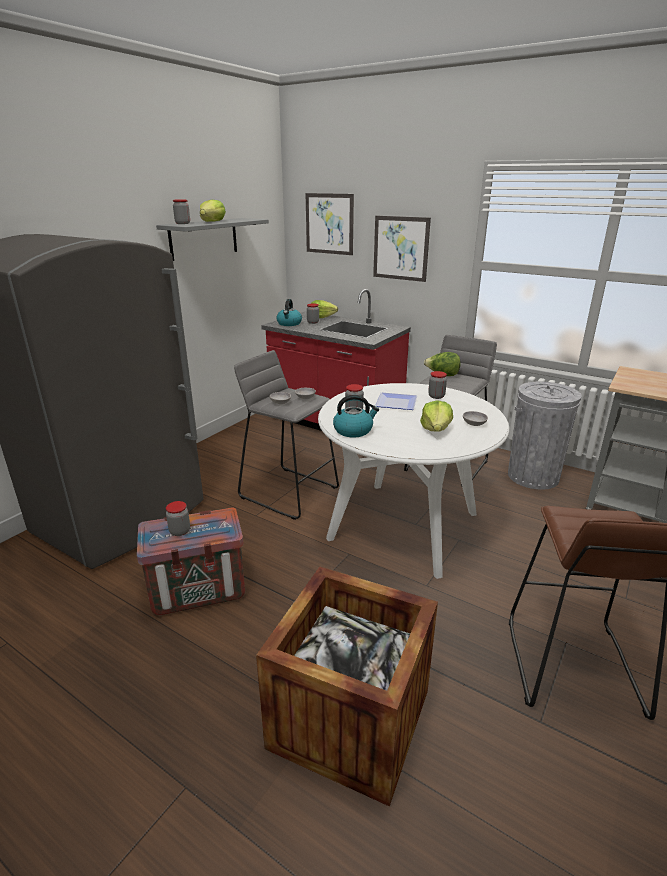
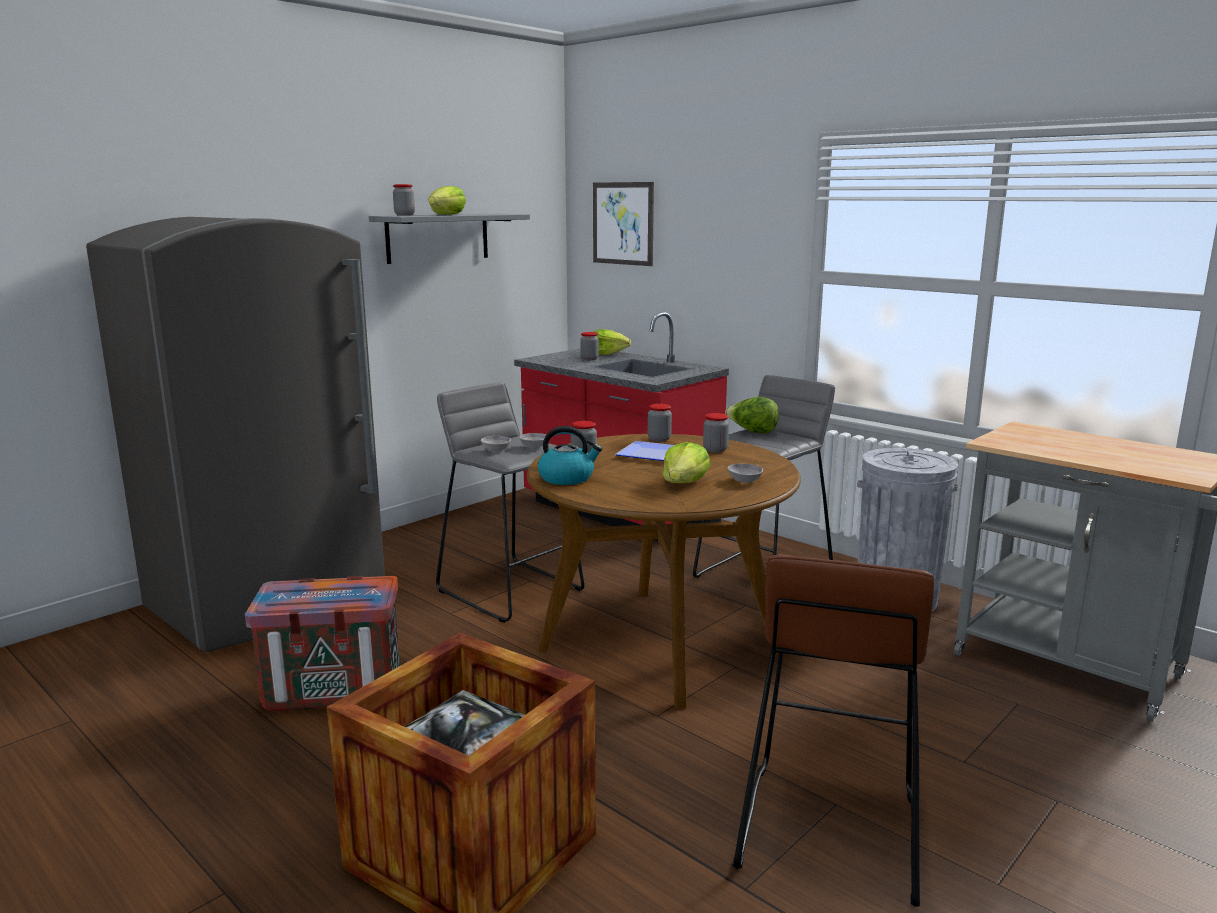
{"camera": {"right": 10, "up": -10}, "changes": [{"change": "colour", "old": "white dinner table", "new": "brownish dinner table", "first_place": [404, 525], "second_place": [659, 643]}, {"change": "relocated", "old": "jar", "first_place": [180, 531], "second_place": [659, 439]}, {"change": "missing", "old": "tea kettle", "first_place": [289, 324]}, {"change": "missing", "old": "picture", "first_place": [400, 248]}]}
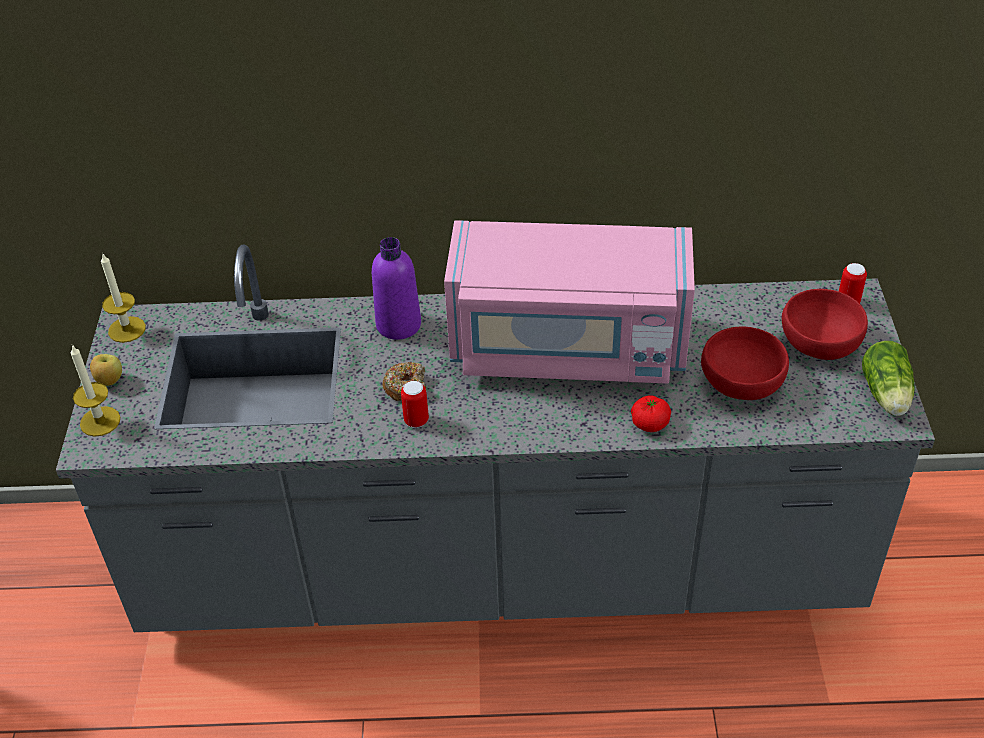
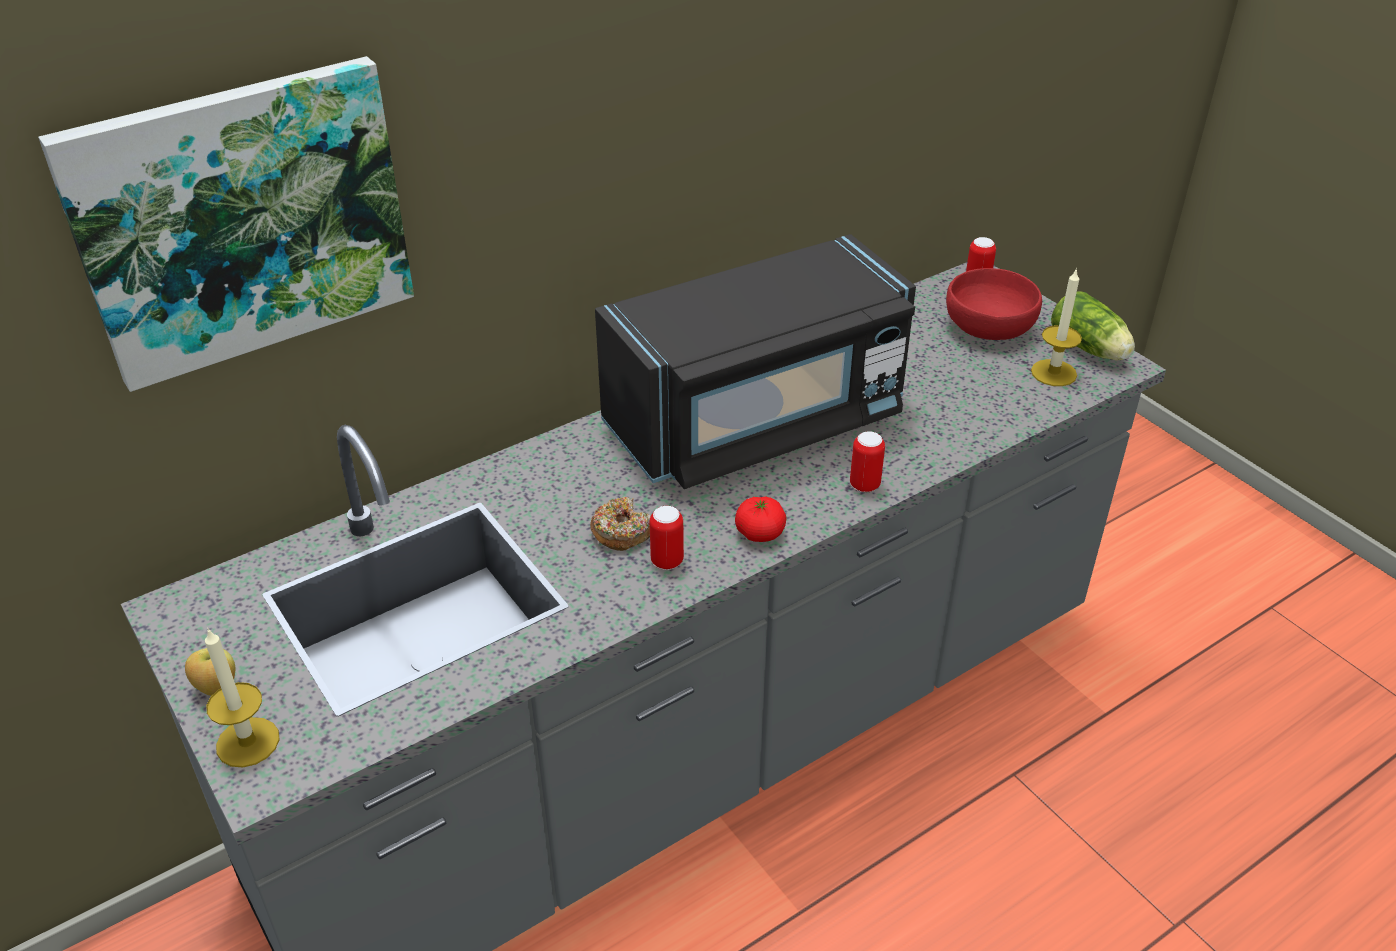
{"camera": {"right": -35, "up": -5}, "changes": [{"change": "appeared", "new": "picture", "second_place": [242, 219]}, {"change": "colour", "old": "pinkish microwave", "new": "blackish microwave", "first_place": [567, 346], "second_place": [757, 422]}, {"change": "relocated", "old": "whole tomato", "first_place": [650, 423], "second_place": [760, 533]}, {"change": "appeared", "new": "can", "second_place": [864, 485]}, {"change": "relocated", "old": "wax candle", "first_place": [127, 329], "second_place": [1053, 373]}, {"change": "missing", "old": "purple bottle", "first_place": [398, 325]}, {"change": "missing", "old": "red bowl", "first_place": [742, 383]}]}
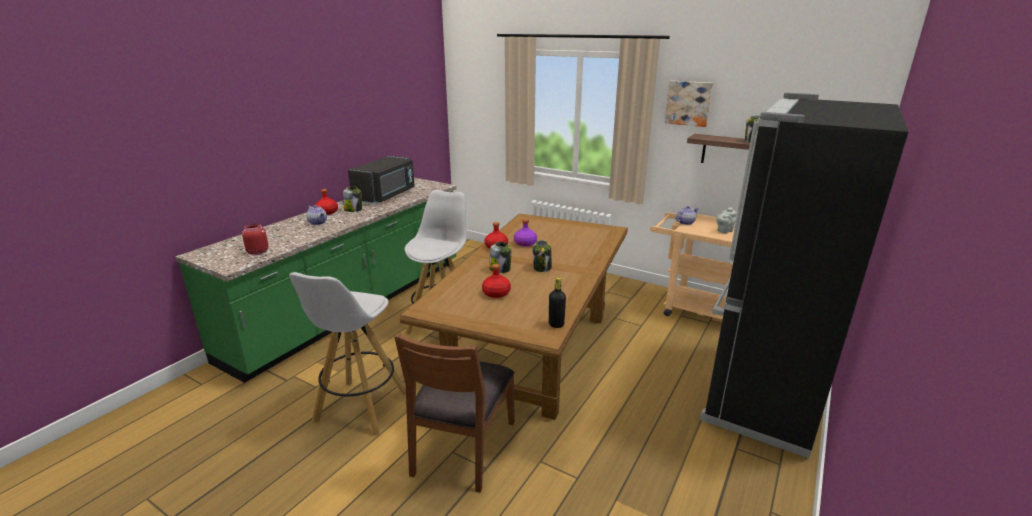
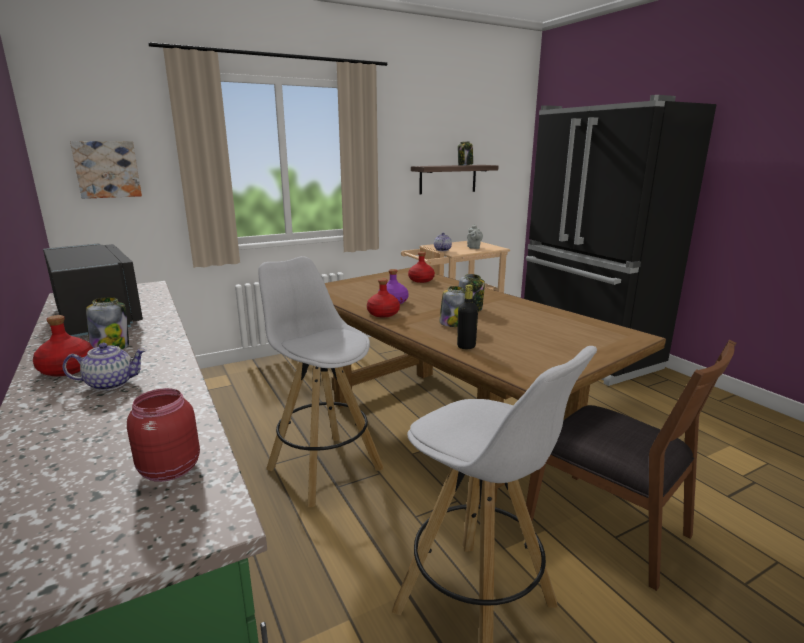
{"camera": {"right": -60, "up": -5}, "changes": [{"change": "relocated", "old": "picture", "first_place": [688, 103], "second_place": [107, 169]}, {"change": "relocated", "old": "red bottle", "first_place": [496, 293], "second_place": [421, 280]}, {"change": "relocated", "old": "blackish bottle", "first_place": [556, 324], "second_place": [466, 346]}]}
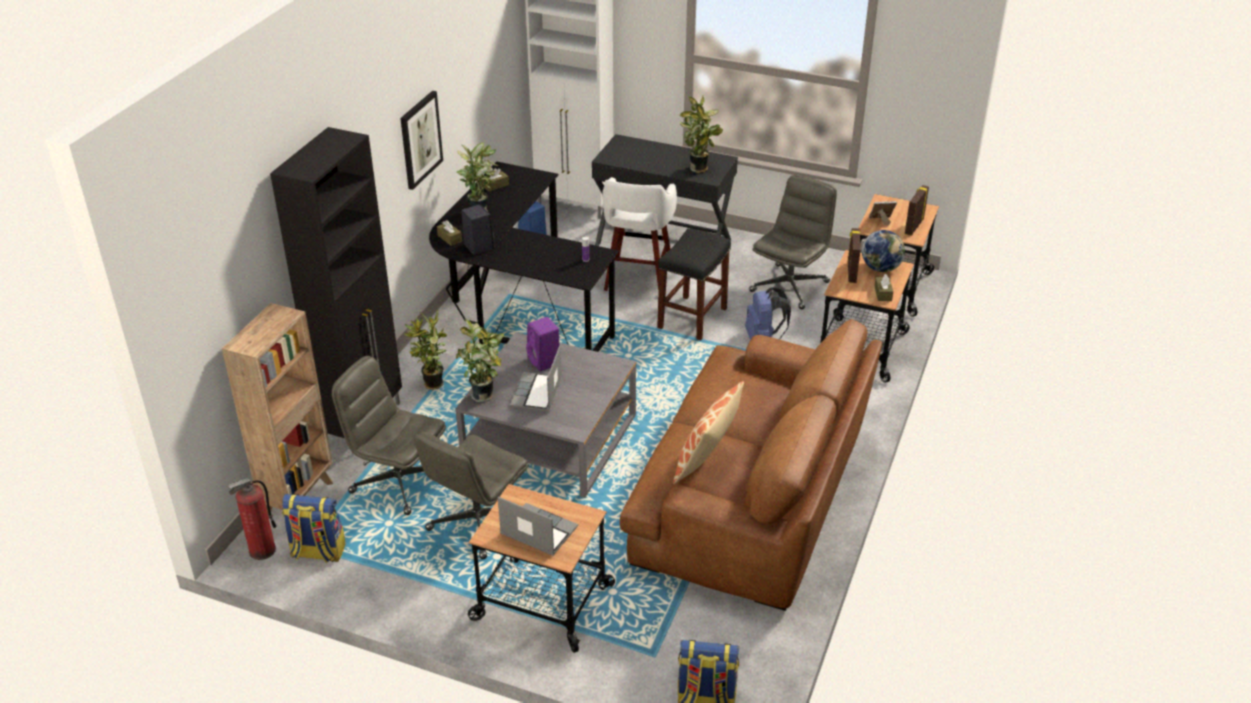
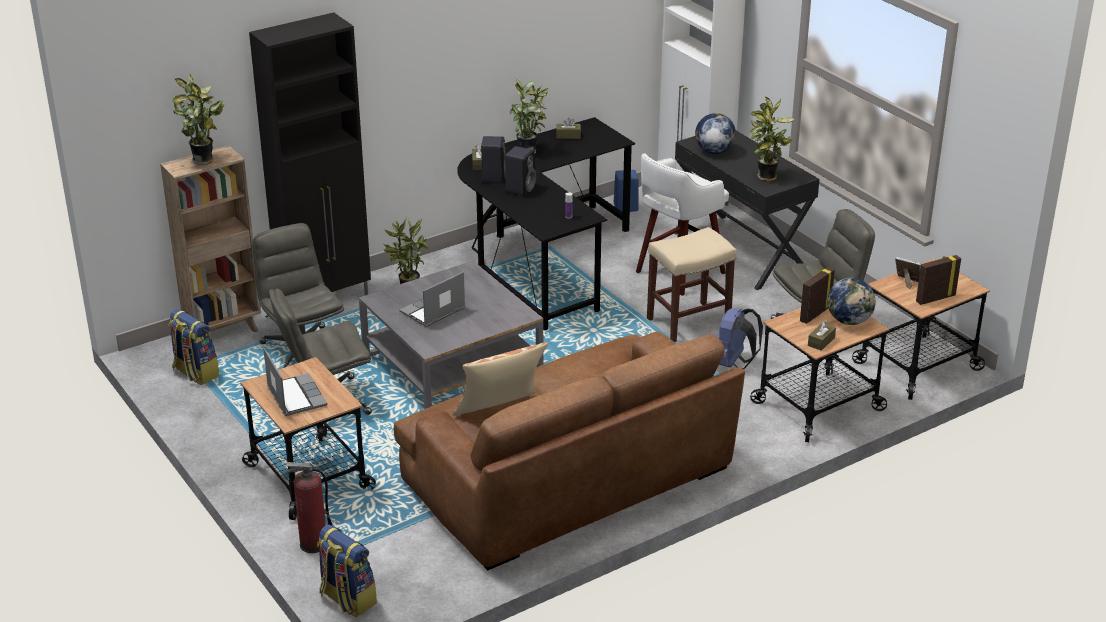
{"camera": {"right": 35, "up": -5}, "changes": [{"change": "relocated", "old": "plant in a pot", "first_place": [485, 395], "second_place": [205, 161]}, {"change": "relocated", "old": "fire extinguisher", "first_place": [262, 550], "second_place": [313, 544]}, {"change": "appeared", "new": "blackish loudspeaker", "second_place": [520, 189]}, {"change": "colour", "old": "blackish sitting stool", "new": "beige sitting stool", "first_place": [692, 319], "second_place": [687, 322]}, {"change": "appeared", "new": "desk globe", "second_place": [714, 151]}, {"change": "missing", "old": "picture", "first_place": [420, 139]}, {"change": "missing", "old": "purple loudspeaker", "first_place": [545, 362]}]}
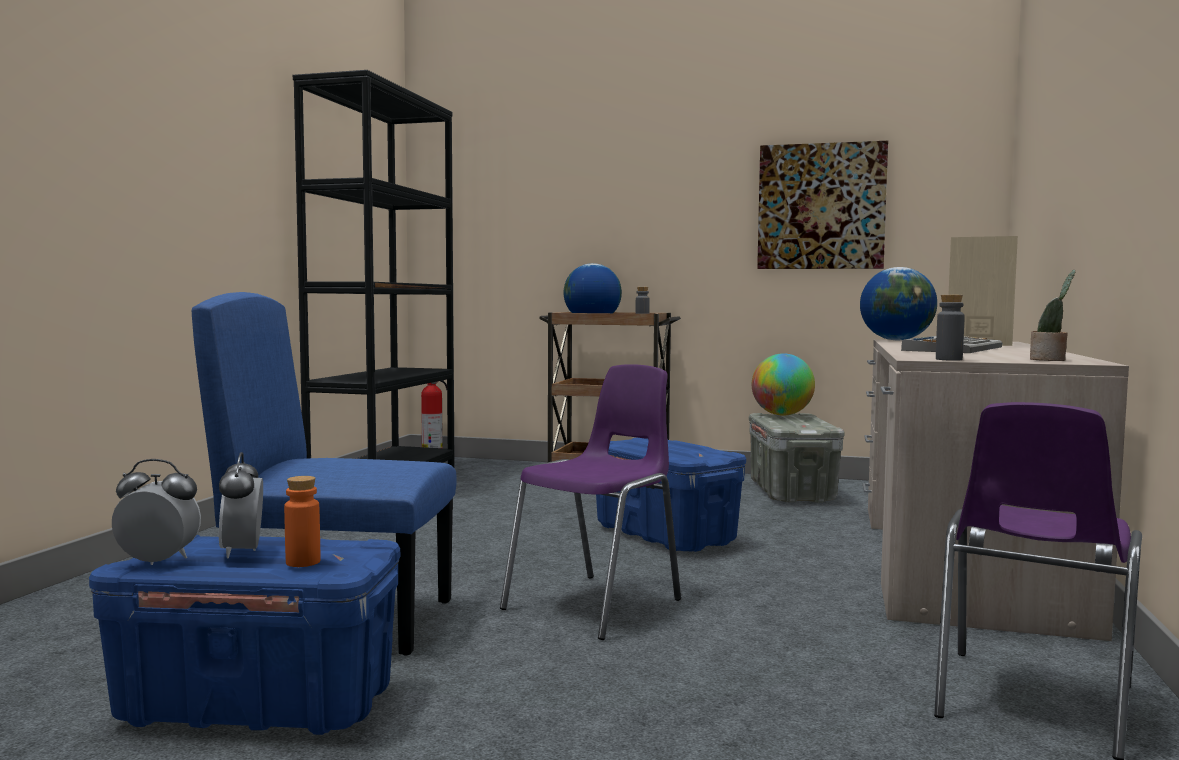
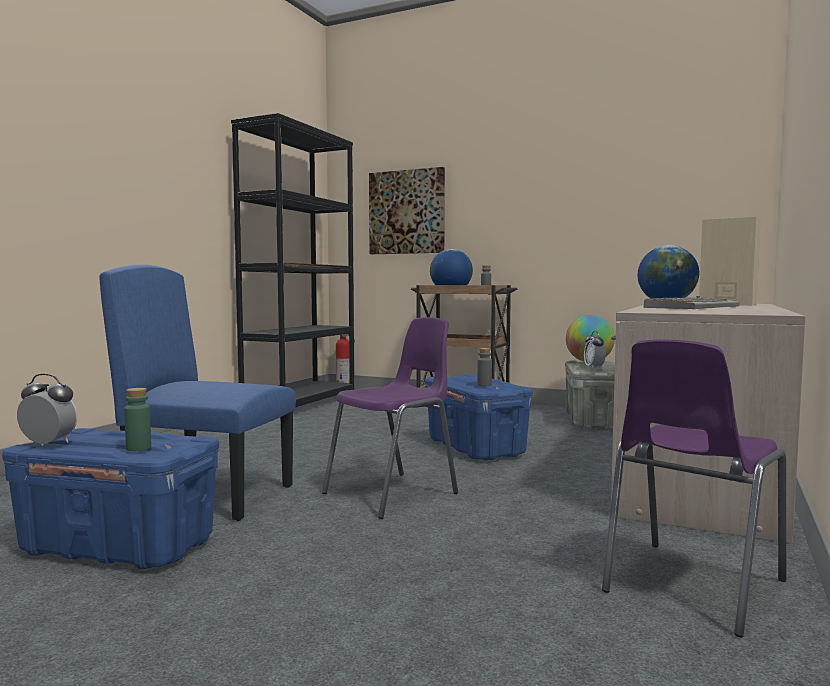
{"camera": {"right": 10, "up": 0}, "changes": [{"change": "colour", "old": "orangey bottle", "new": "greenish bottle", "first_place": [303, 562], "second_place": [138, 448]}, {"change": "relocated", "old": "picture", "first_place": [821, 207], "second_place": [407, 212]}, {"change": "relocated", "old": "gray bottle", "first_place": [949, 359], "second_place": [484, 385]}, {"change": "relocated", "old": "alarm clock", "first_place": [242, 551], "second_place": [594, 367]}, {"change": "missing", "old": "plant in a pot", "first_place": [1050, 360]}]}
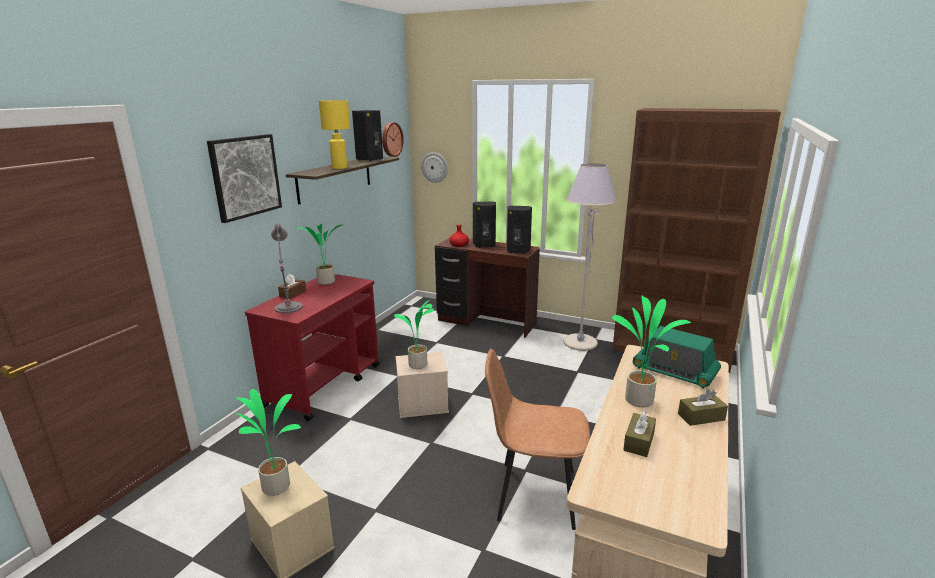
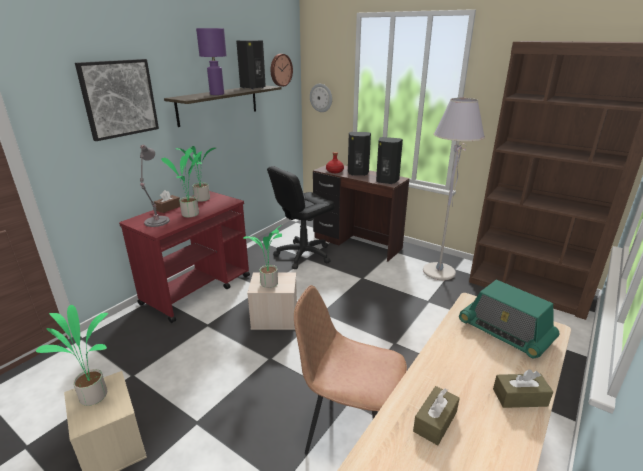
{"camera": {"right": 10, "up": 5}, "changes": [{"change": "relocated", "old": "plant in a pot", "first_place": [640, 400], "second_place": [191, 214]}, {"change": "colour", "old": "yellowish tabletop lamp", "new": "purple tabletop lamp", "first_place": [339, 168], "second_place": [216, 94]}, {"change": "appeared", "new": "blackish desk chair", "second_place": [303, 255]}]}
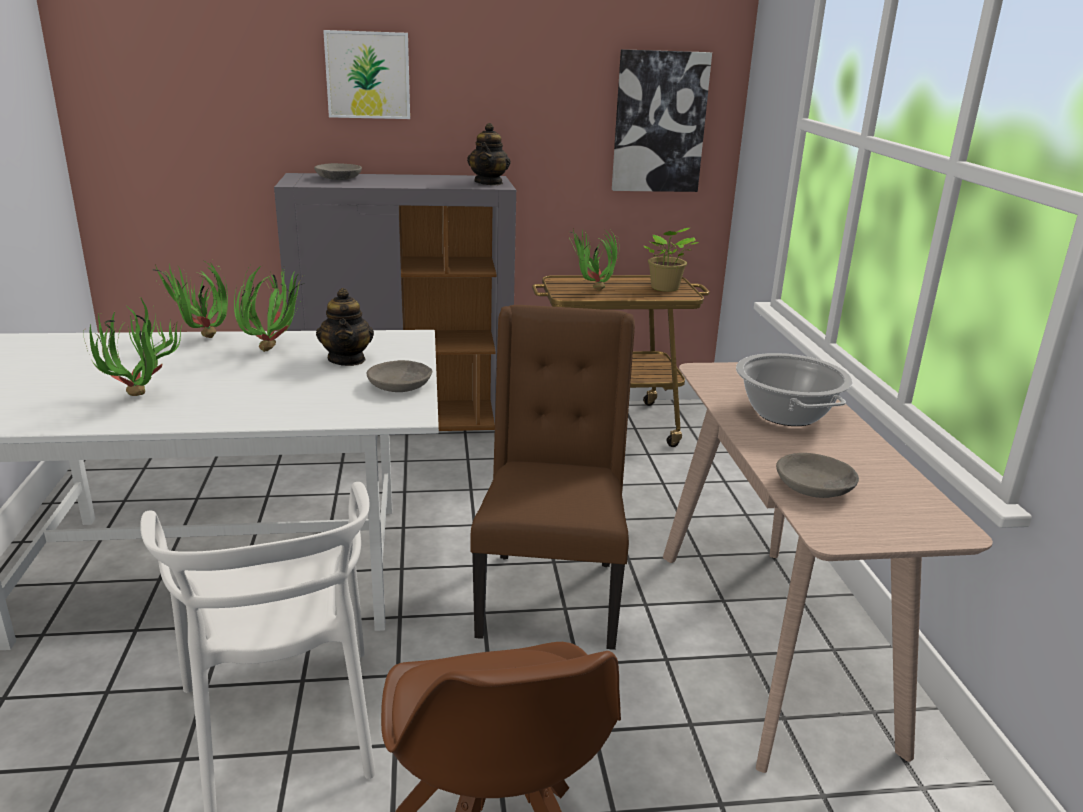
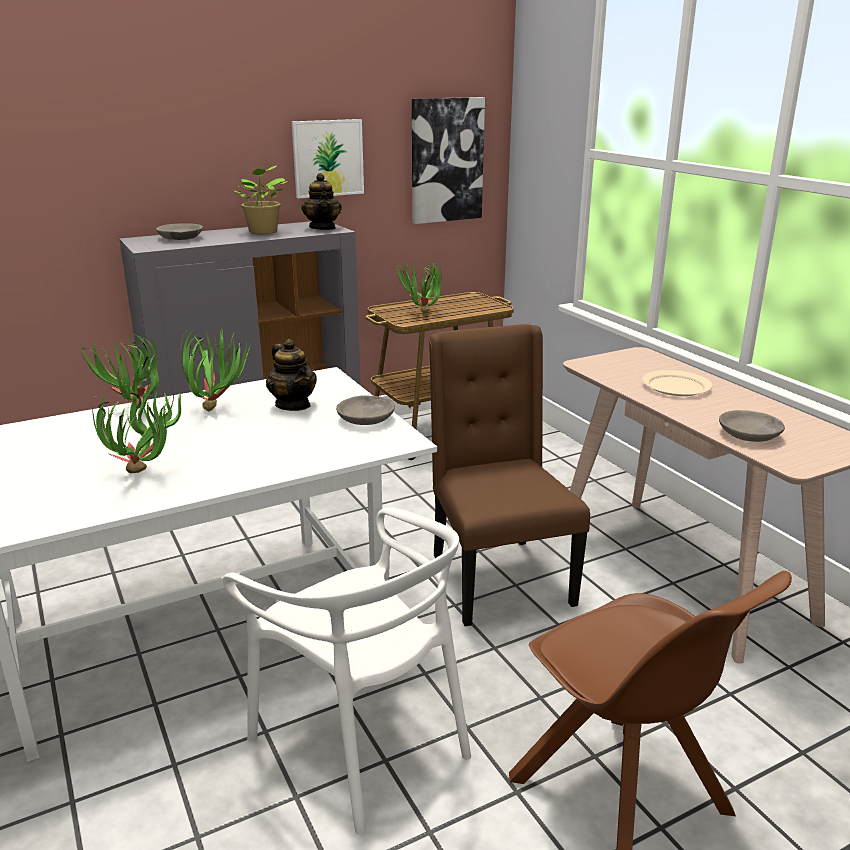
{"camera": {"right": -20, "up": 0}, "changes": [{"change": "relocated", "old": "plant in a pot", "first_place": [665, 288], "second_place": [263, 232]}, {"change": "relocated", "old": "picture", "first_place": [368, 75], "second_place": [328, 158]}, {"change": "exchanged", "old": "saucepot", "new": "beige flat dish", "first_place": [787, 414], "second_place": [676, 386]}]}
